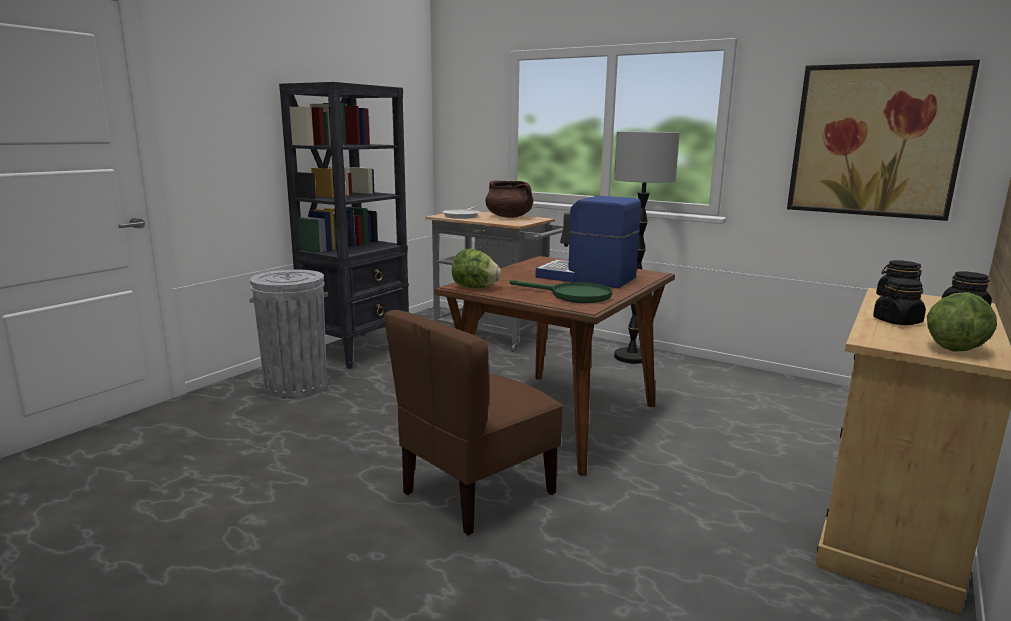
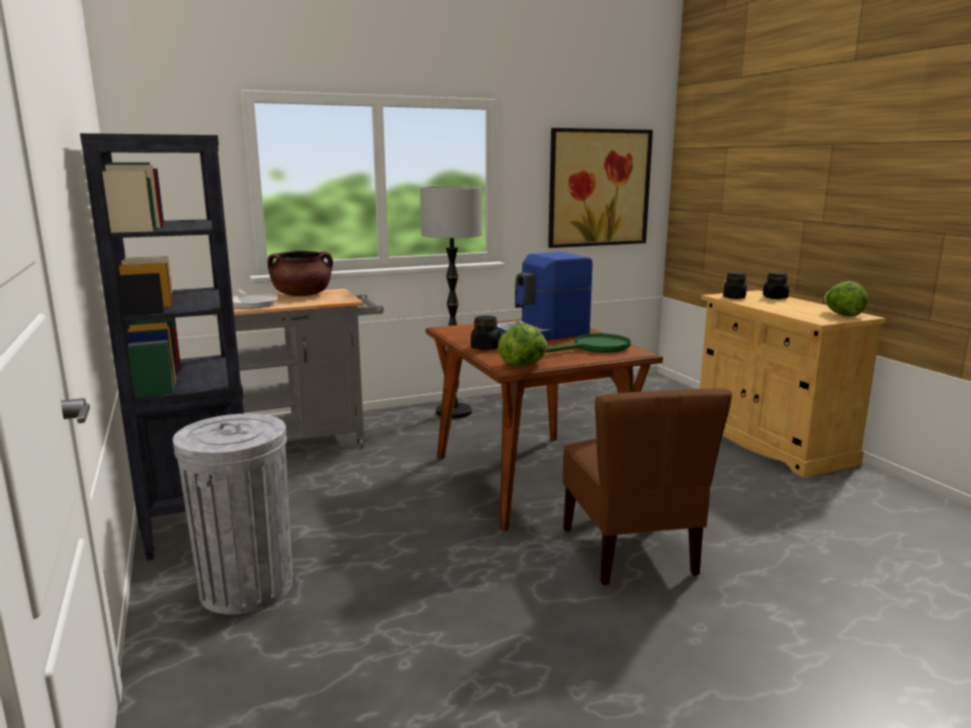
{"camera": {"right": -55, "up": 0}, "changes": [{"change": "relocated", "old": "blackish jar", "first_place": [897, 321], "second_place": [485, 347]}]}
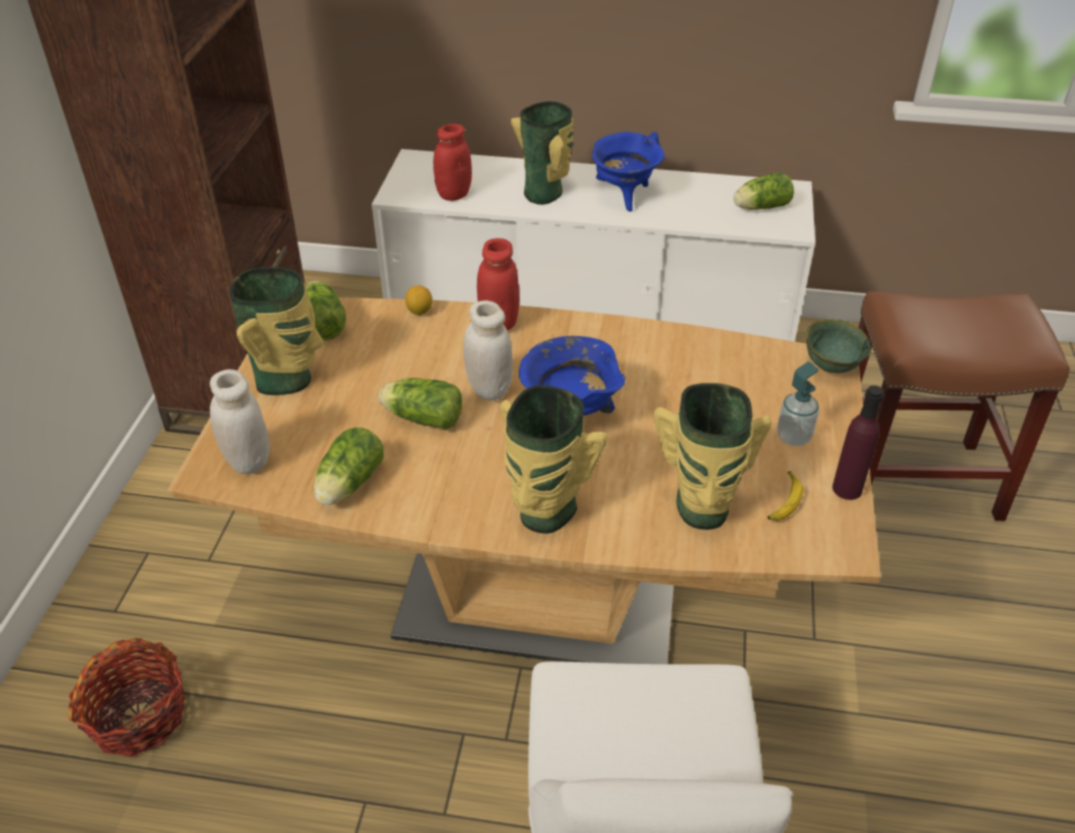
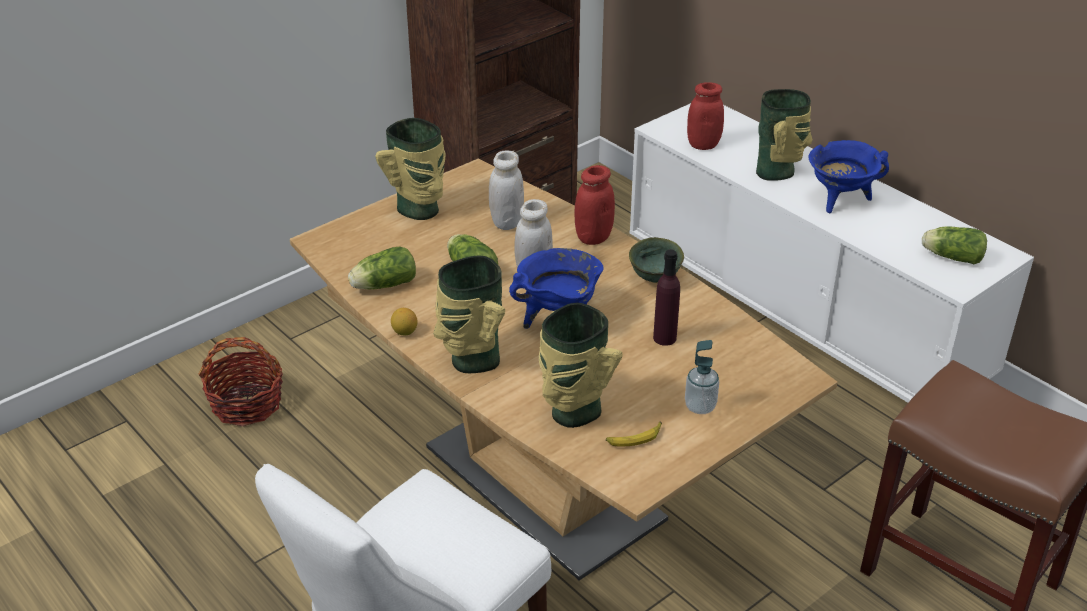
{"camera": {"right": 40, "up": -5}, "changes": [{"change": "relocated", "old": "citrus fruit", "first_place": [419, 311], "second_place": [405, 332]}, {"change": "relocated", "old": "white jar", "first_place": [248, 461], "second_place": [506, 222]}, {"change": "relocated", "old": "greenish bowl", "first_place": [831, 366], "second_place": [656, 278]}, {"change": "relocated", "old": "purple bottle", "first_place": [847, 489], "second_place": [664, 338]}, {"change": "missing", "old": "lettuce", "first_place": [323, 323]}]}
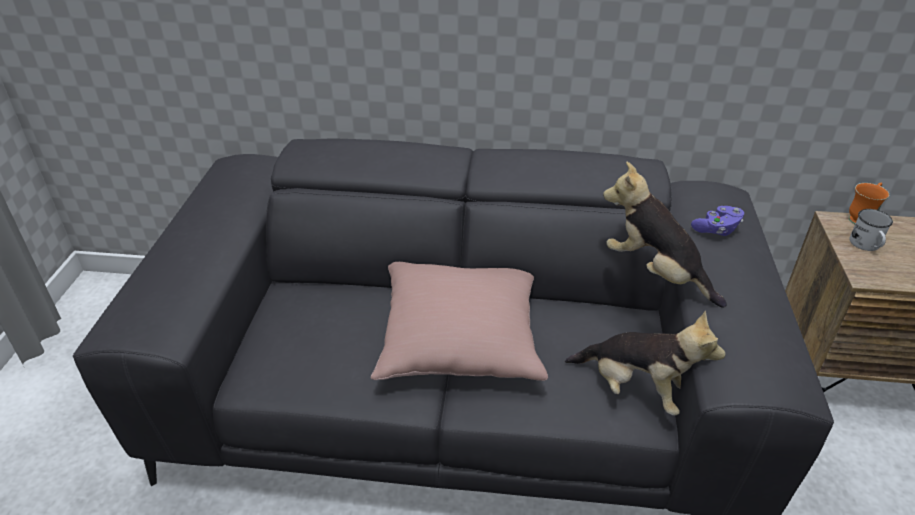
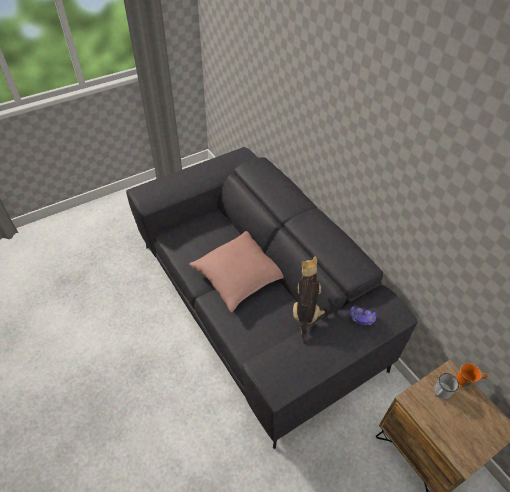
{"camera": {"right": 50, "up": 10}, "changes": [{"change": "missing", "old": "cuddly toy", "first_place": [636, 389]}]}
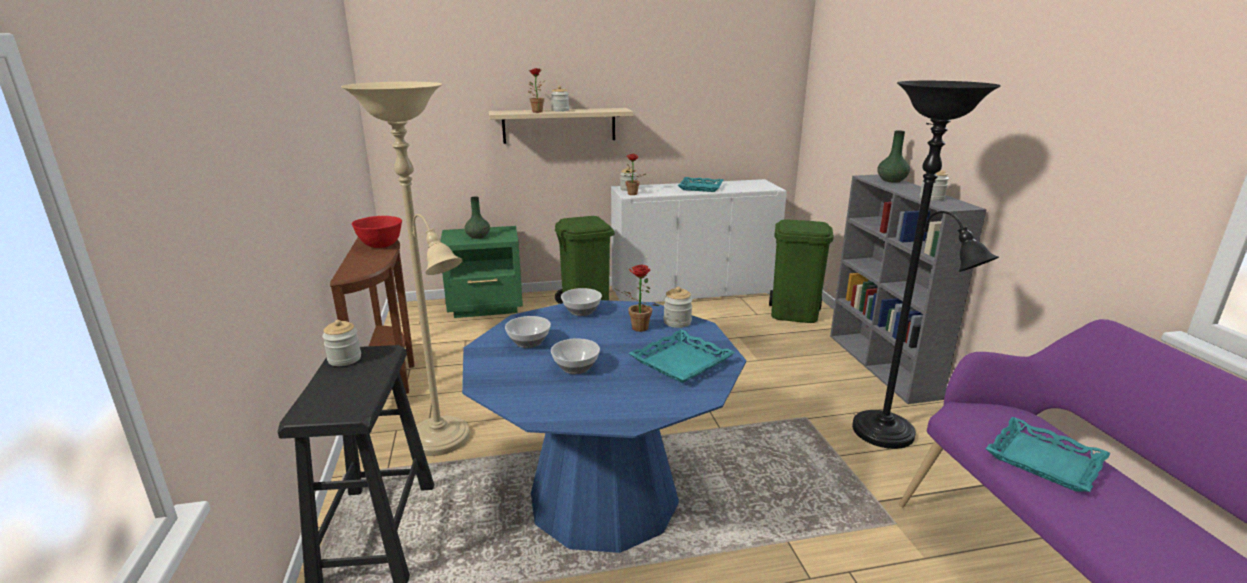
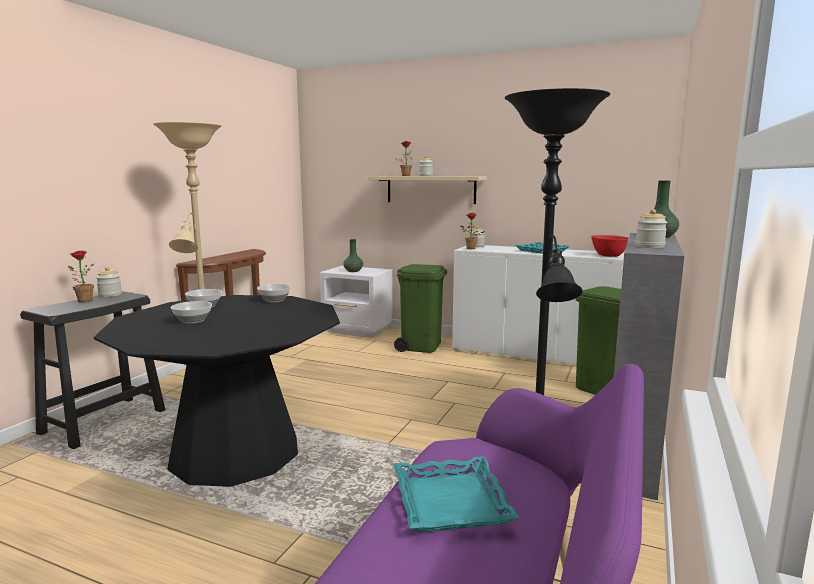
{"camera": {"right": 35, "up": -10}, "changes": [{"change": "relocated", "old": "plant in a pot", "first_place": [636, 329], "second_place": [82, 301]}, {"change": "colour", "old": "blue dinner table", "new": "blackish dinner table", "first_place": [603, 498], "second_place": [235, 453]}, {"change": "colour", "old": "greenish bedside table", "new": "white bedside table", "first_place": [487, 307], "second_place": [358, 330]}, {"change": "relocated", "old": "red bowl", "first_place": [380, 245], "second_place": [608, 256]}, {"change": "missing", "old": "blue-green tray", "first_place": [682, 362]}, {"change": "missing", "old": "jar", "first_place": [677, 322]}]}
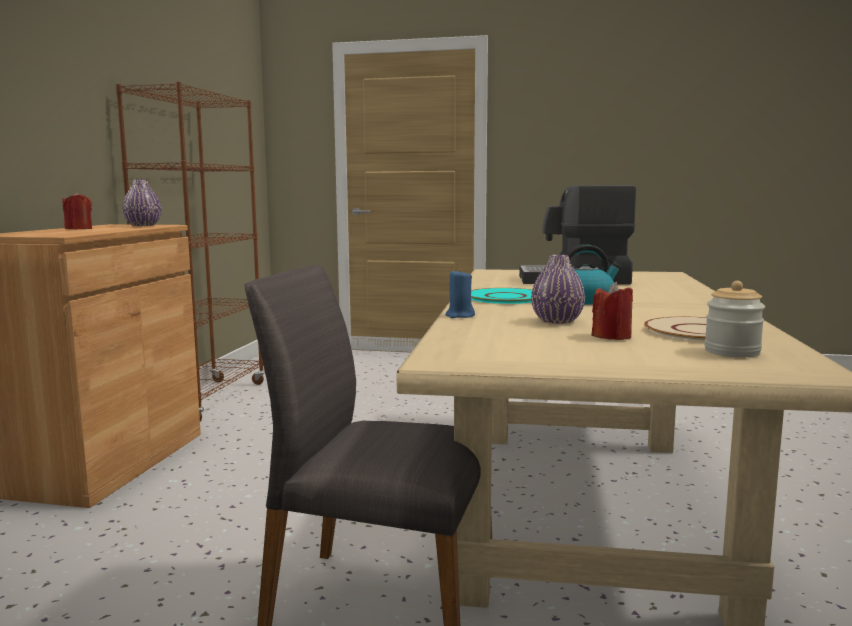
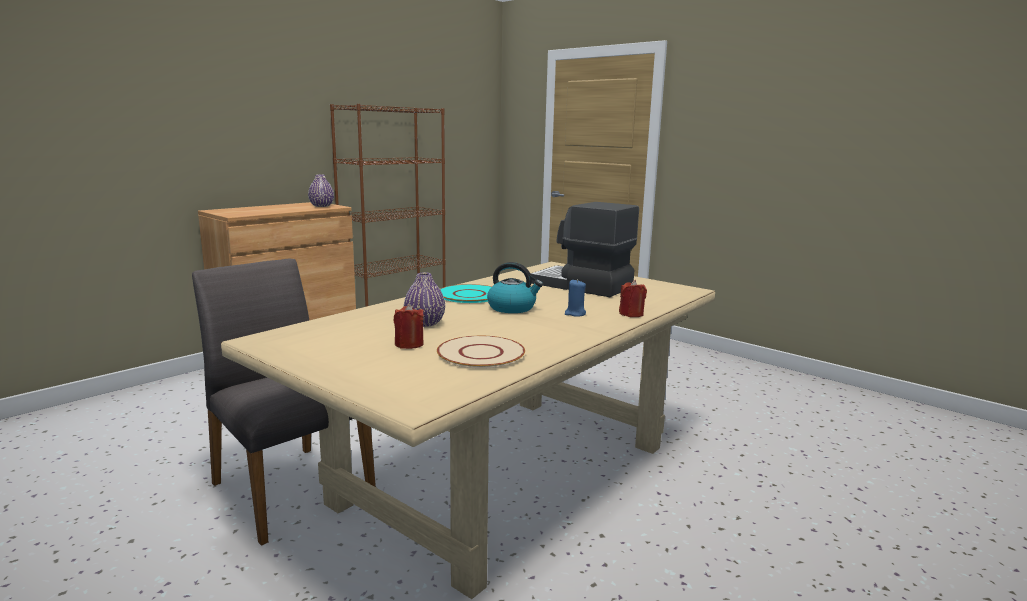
{"camera": {"right": 30, "up": 5}, "changes": [{"change": "relocated", "old": "blue wax candle", "first_place": [459, 316], "second_place": [575, 314]}, {"change": "relocated", "old": "red wax candle", "first_place": [78, 229], "second_place": [631, 314]}, {"change": "missing", "old": "jar", "first_place": [732, 352]}]}
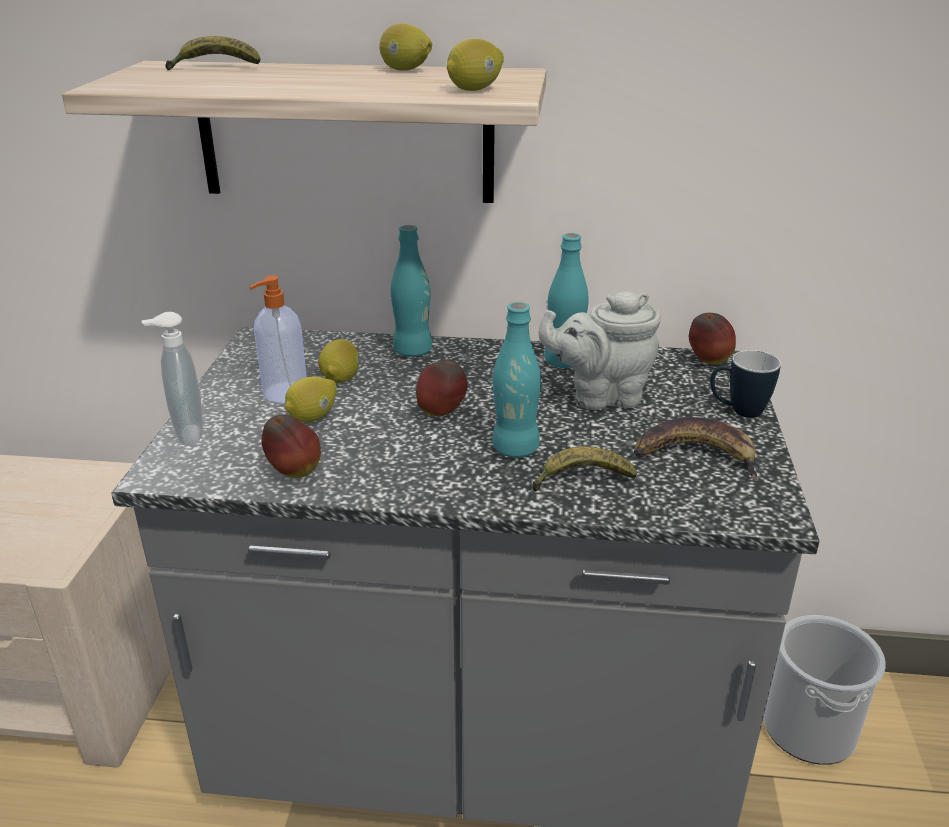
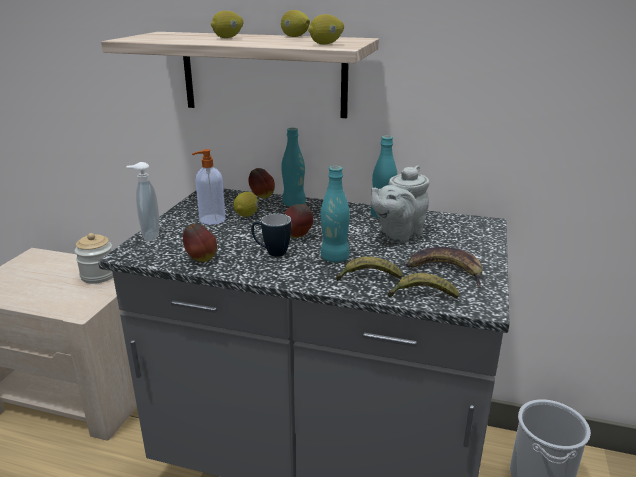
{"camera": {"right": 10, "up": -5}, "changes": [{"change": "appeared", "new": "jar", "second_place": [98, 275]}, {"change": "relocated", "old": "citrus fruit", "first_place": [313, 417], "second_place": [228, 38]}, {"change": "relocated", "old": "whole apple", "first_place": [708, 362], "second_place": [262, 197]}, {"change": "relocated", "old": "mug", "first_place": [738, 411], "second_place": [271, 252]}, {"change": "spun", "old": "gray teapot", "first_place": [600, 396], "second_place": [398, 235], "degrees": -45}, {"change": "relocated", "old": "banana fruit", "first_place": [215, 68], "second_place": [422, 295]}]}
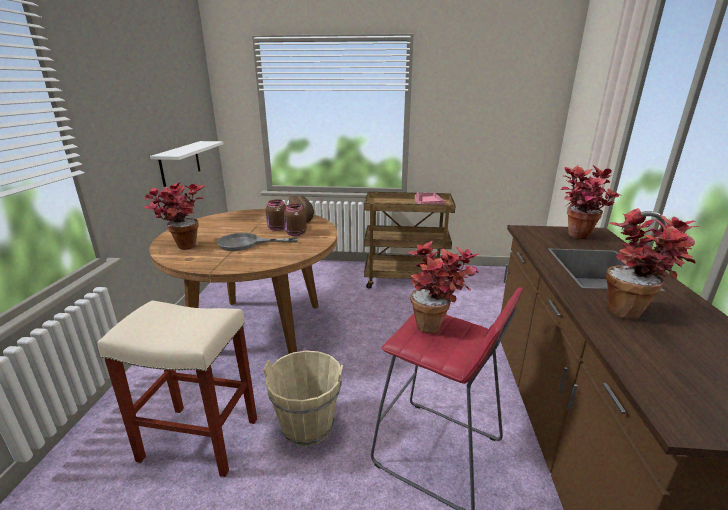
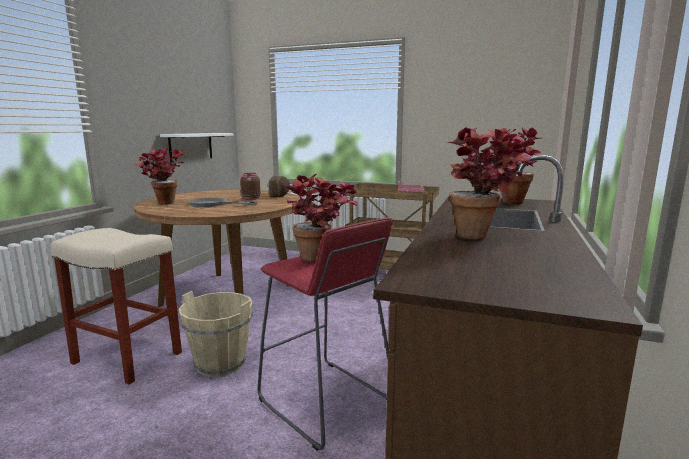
{"camera": {"right": 15, "up": -10}, "changes": [{"change": "missing", "old": "brownish jar", "first_place": [295, 234]}]}
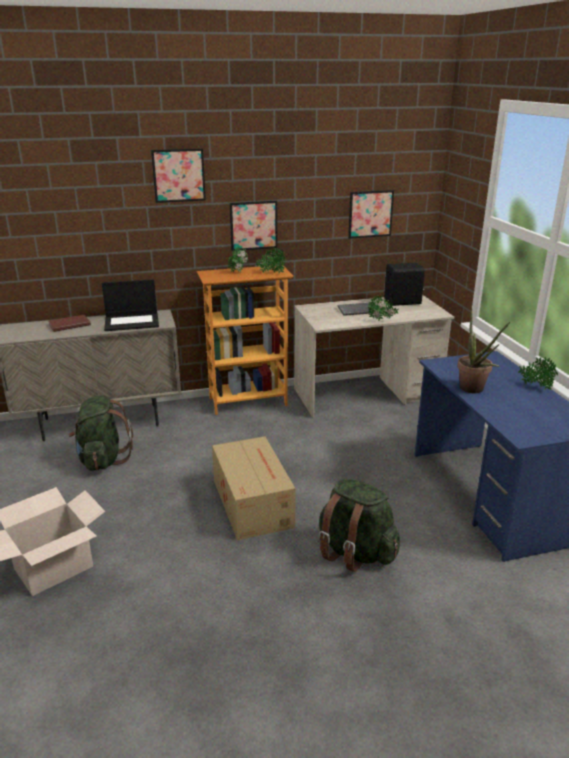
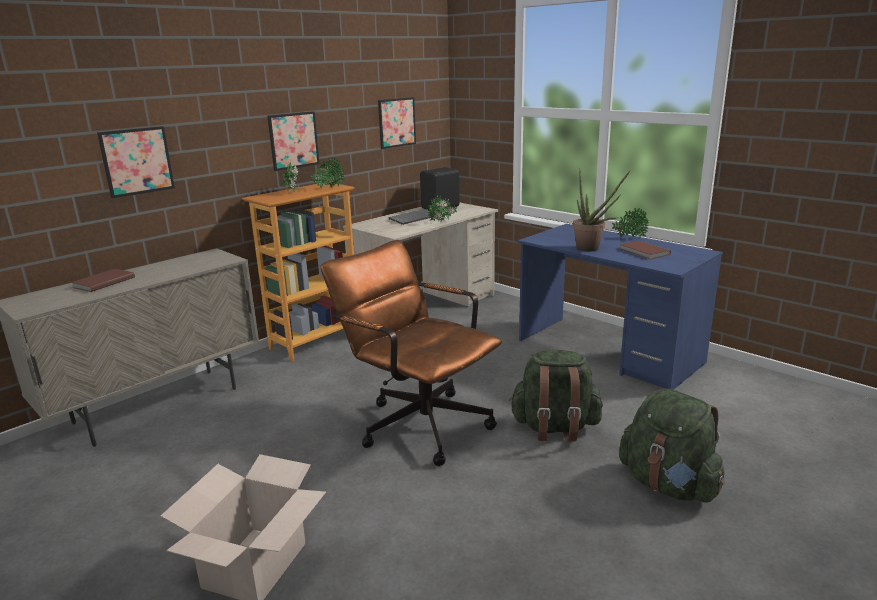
{"camera": {"right": -30, "up": -5}, "changes": [{"change": "relocated", "old": "picture", "first_place": [178, 175], "second_place": [137, 161]}, {"change": "exchanged", "old": "carton", "new": "brownish desk chair", "first_place": [252, 502], "second_place": [417, 422]}, {"change": "appeared", "new": "brownish volume", "second_place": [643, 252]}, {"change": "relocated", "old": "greenish rucksack", "first_place": [102, 459], "second_place": [668, 485]}, {"change": "missing", "old": "portable computer", "first_place": [132, 322]}]}
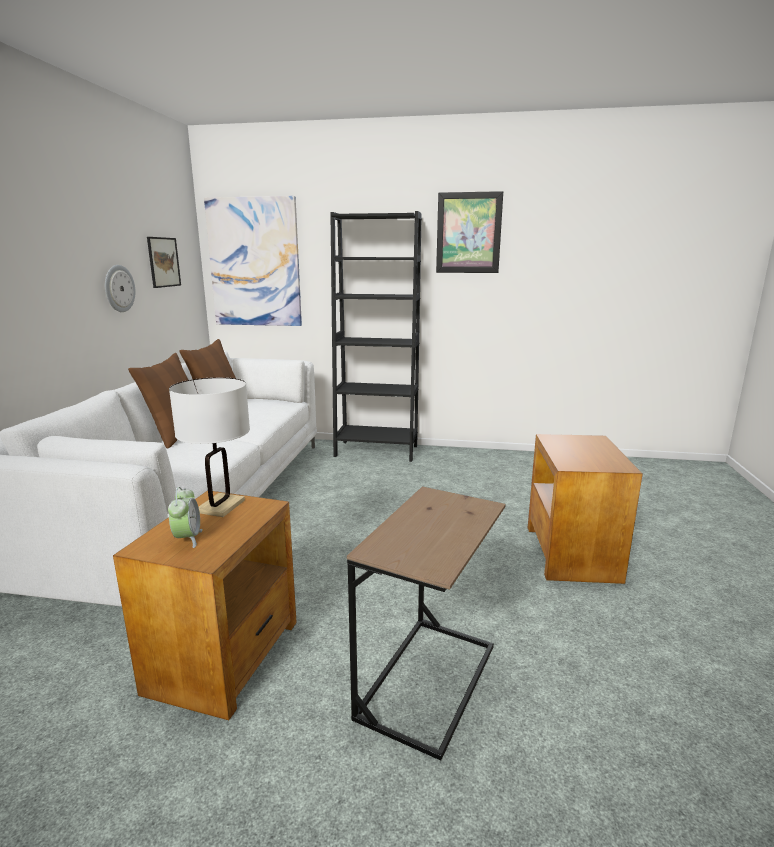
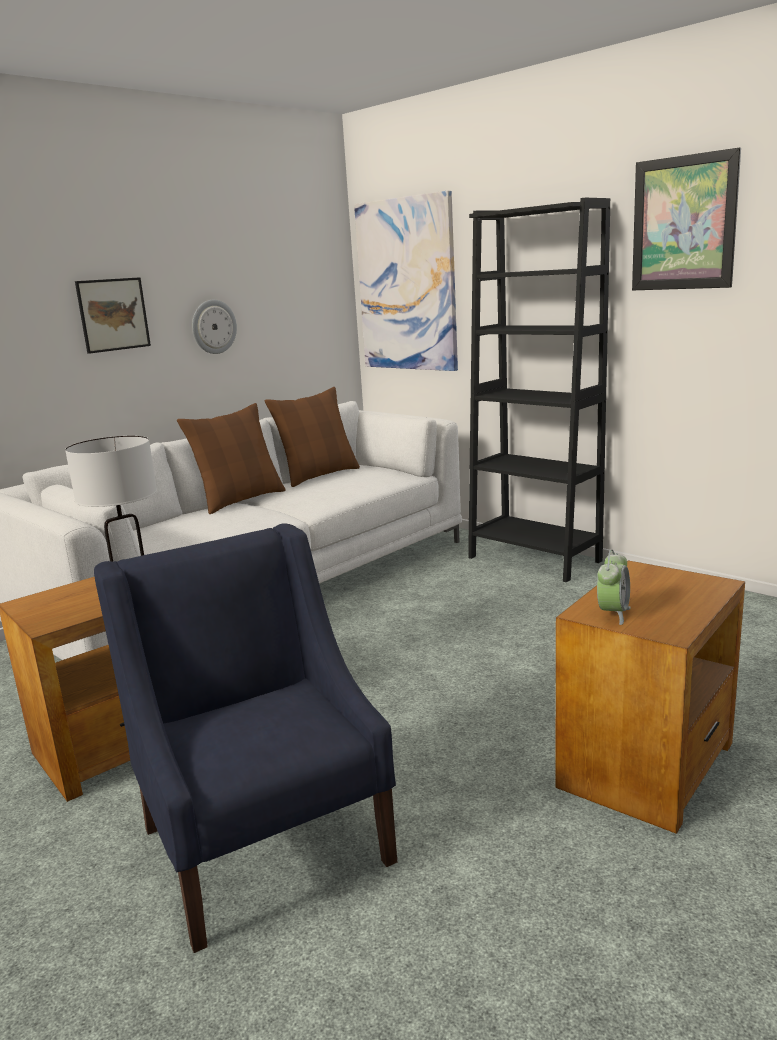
{"camera": {"right": 35, "up": 0}, "changes": [{"change": "relocated", "old": "picture", "first_place": [163, 262], "second_place": [113, 314]}, {"change": "exchanged", "old": "brownish accent table", "new": "blue easy chair", "first_place": [428, 680], "second_place": [265, 842]}, {"change": "relocated", "old": "alarm clock", "first_place": [187, 538], "second_place": [613, 614]}]}
